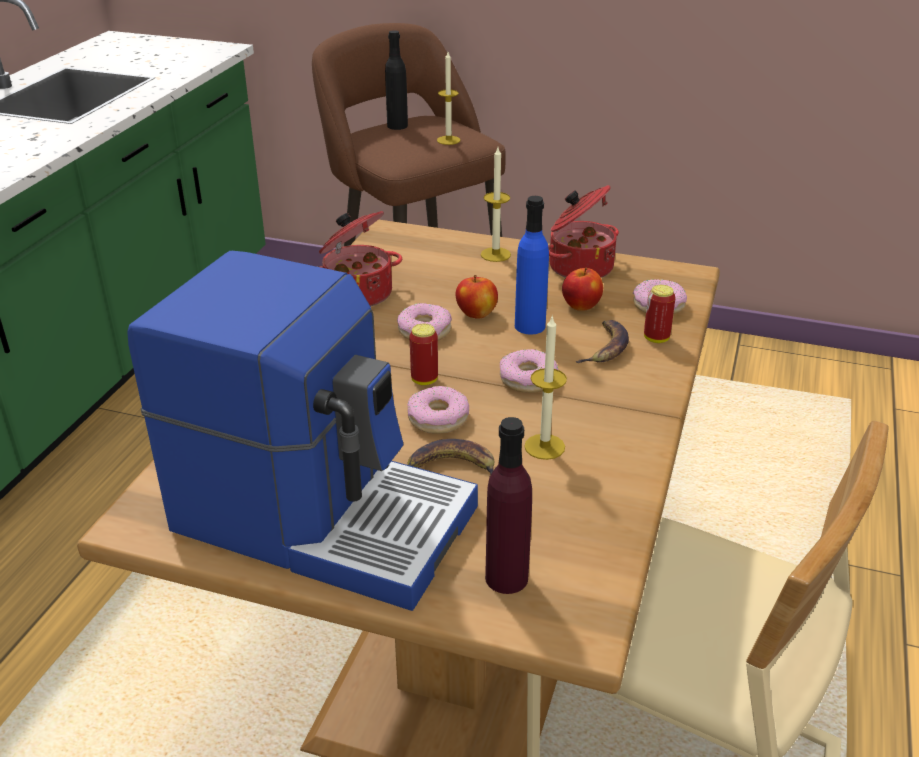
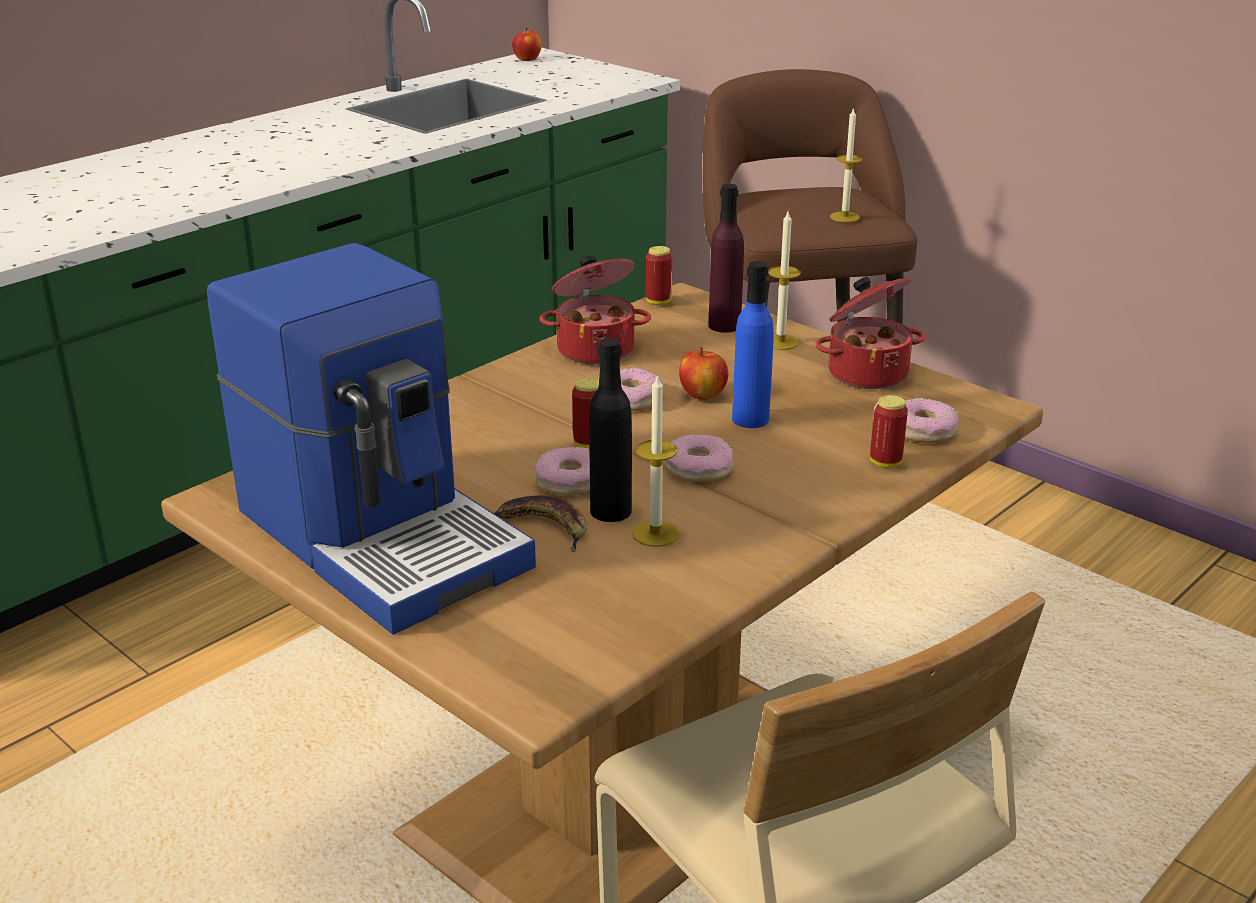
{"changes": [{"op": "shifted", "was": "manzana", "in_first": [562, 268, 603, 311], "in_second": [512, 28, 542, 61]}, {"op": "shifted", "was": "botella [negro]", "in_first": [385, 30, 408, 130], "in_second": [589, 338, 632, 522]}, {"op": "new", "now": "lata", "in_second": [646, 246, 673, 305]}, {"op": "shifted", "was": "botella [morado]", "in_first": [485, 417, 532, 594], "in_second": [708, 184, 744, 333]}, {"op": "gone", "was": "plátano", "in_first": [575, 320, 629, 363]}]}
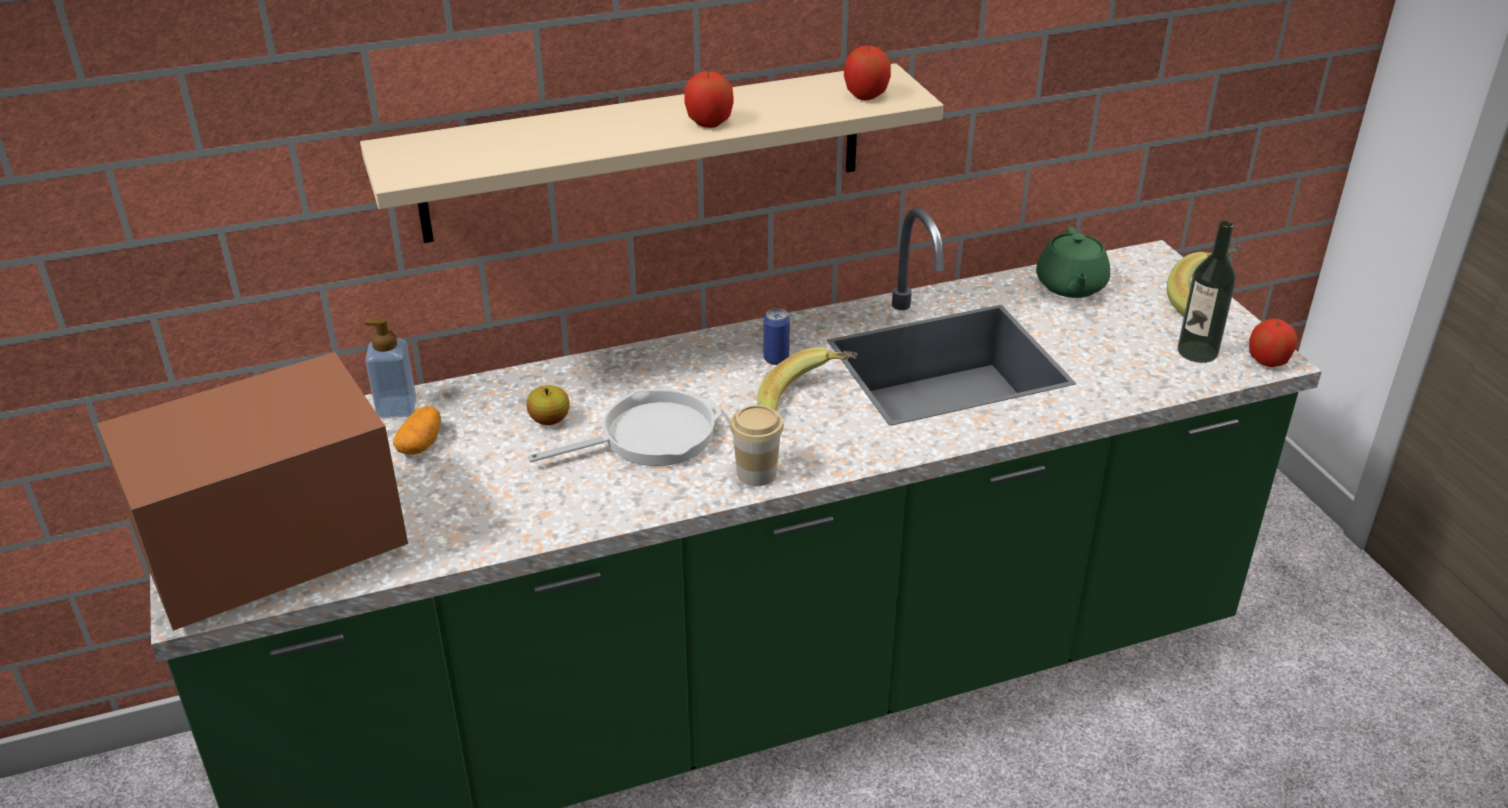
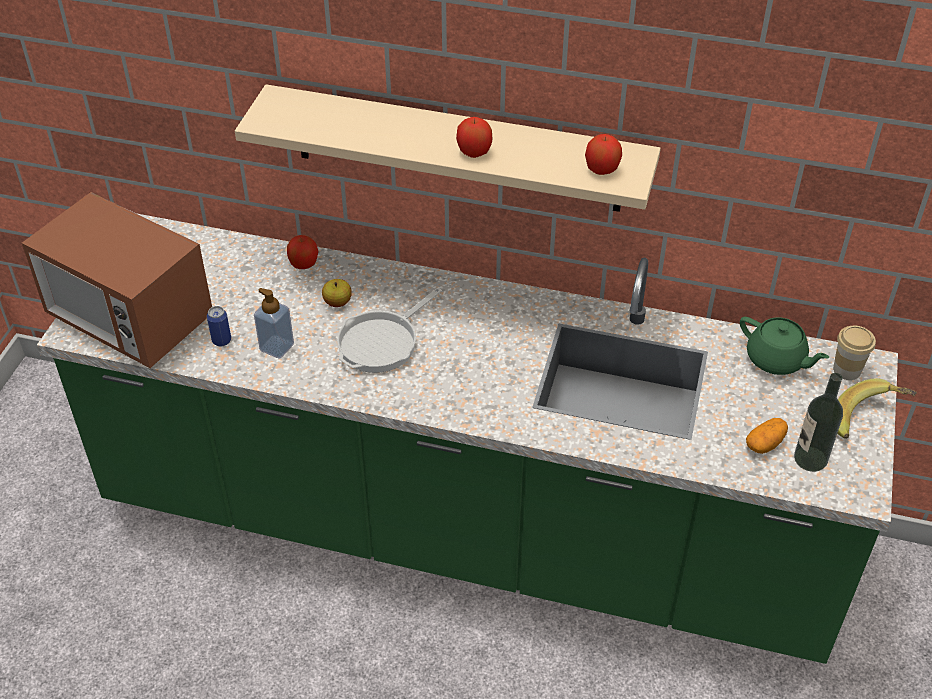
{"changes": [{"op": "rotated", "was": "microondas", "in_first": [97, 352, 408, 631], "in_second": [22, 192, 212, 368], "clockwise": -150}, {"op": "shifted", "was": "lata", "in_first": [763, 308, 790, 365], "in_second": [207, 306, 231, 346]}, {"op": "shifted", "was": "dispensador de jabón", "in_first": [365, 317, 416, 418], "in_second": [254, 288, 294, 358]}, {"op": "shifted", "was": "manzana", "in_first": [1249, 319, 1297, 367], "in_second": [287, 235, 319, 269]}, {"op": "rotated", "was": "sartén", "in_first": [528, 388, 722, 466], "in_second": [337, 288, 442, 373], "clockwise": 120}, {"op": "rotated", "was": "tetera [verde]", "in_first": [1036, 227, 1110, 298], "in_second": [740, 317, 829, 375], "clockwise": -90}, {"op": "shifted", "was": "patata", "in_first": [393, 406, 441, 455], "in_second": [746, 418, 788, 454]}, {"op": "shifted", "was": "taza", "in_first": [730, 405, 784, 486], "in_second": [833, 326, 876, 380]}, {"op": "gone", "was": "plátano", "in_first": [757, 347, 858, 411]}]}
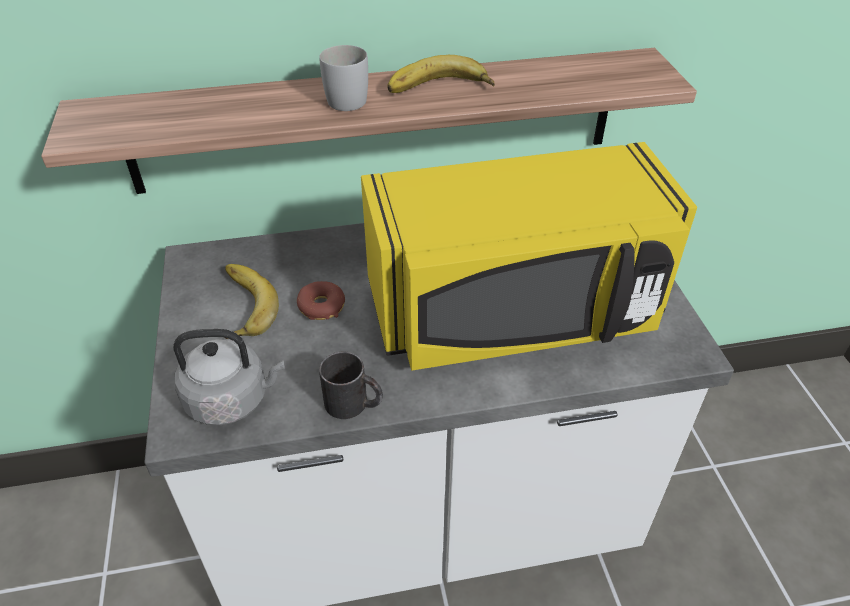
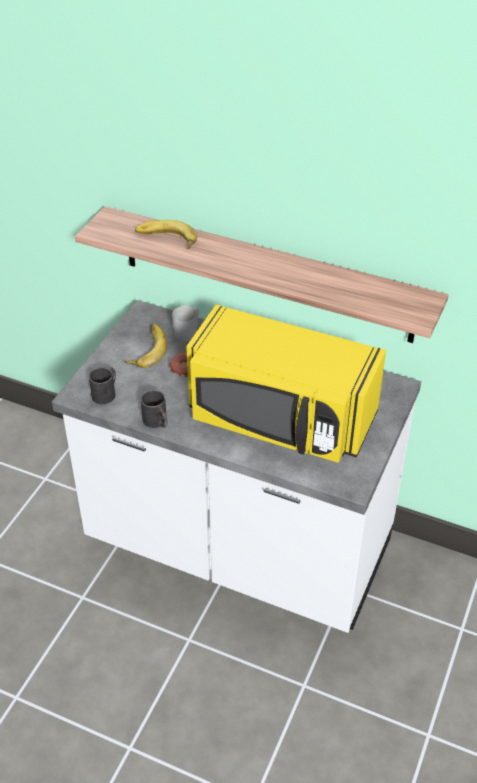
{"changes": [{"op": "swapped", "was": "hervidor [gris]", "now": "taza grande [negro]", "in_first": [173, 329, 285, 425], "in_second": [89, 367, 116, 404]}, {"op": "shifted", "was": "plátano", "in_first": [387, 55, 495, 93], "in_second": [135, 220, 197, 249]}, {"op": "shifted", "was": "taza grande [blanco]", "in_first": [319, 45, 368, 111], "in_second": [172, 306, 199, 341]}]}
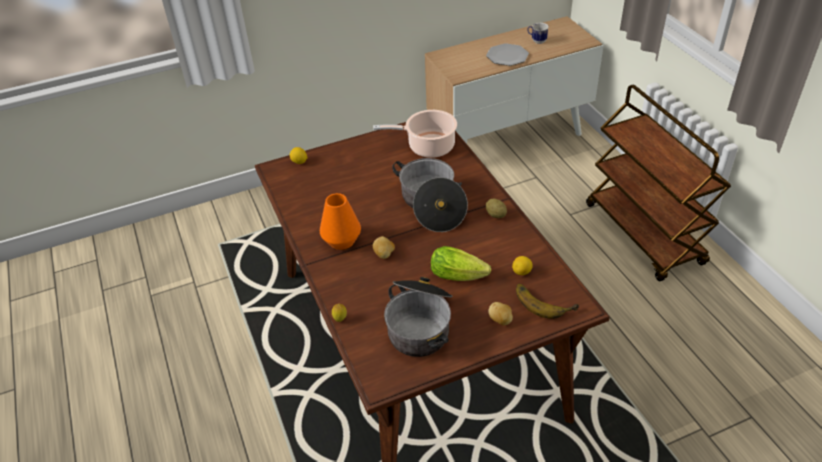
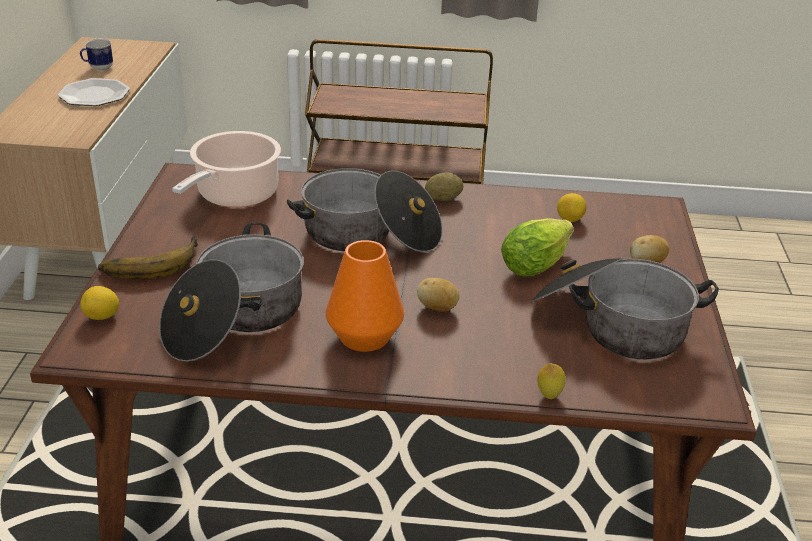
{"changes": [{"op": "shifted", "was": "plátano", "in_first": [516, 284, 579, 319], "in_second": [98, 236, 198, 279]}, {"op": "new", "now": "olla", "in_second": [159, 223, 304, 362]}]}
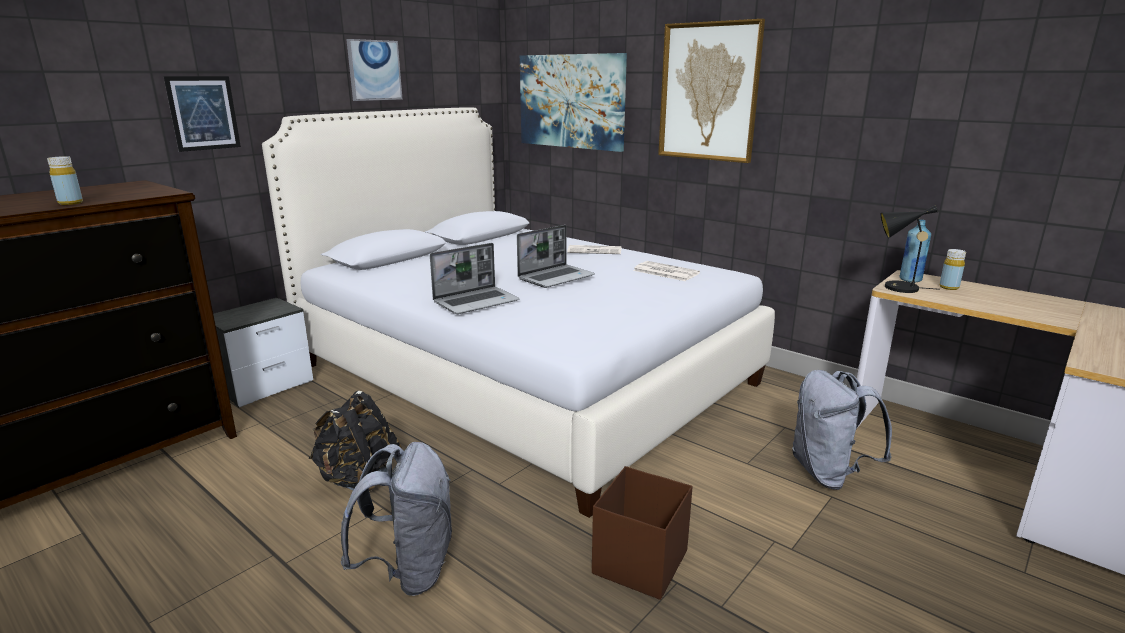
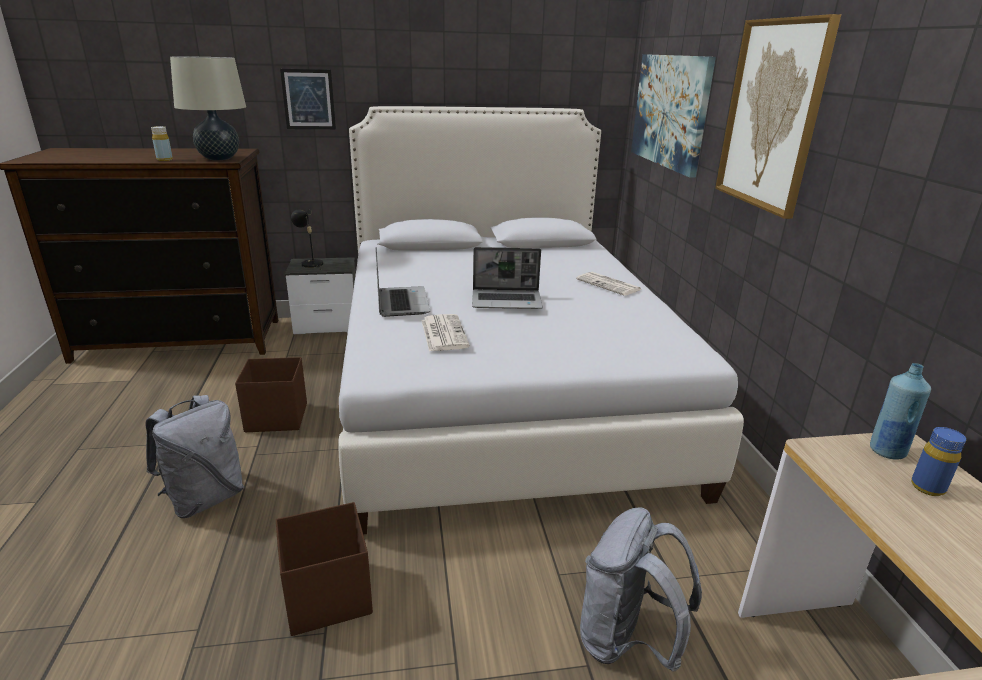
{"changes": [{"op": "new", "now": "lámpara de mesa [beis]", "in_second": [170, 56, 246, 160]}, {"op": "swapped", "was": "mochila [negro]", "now": "caja de almacenaje [marrón]", "in_first": [309, 390, 402, 491], "in_second": [235, 357, 307, 432]}, {"op": "shifted", "was": "lámpara de mesa [negro]", "in_first": [881, 205, 940, 293], "in_second": [291, 210, 323, 269]}, {"op": "rotated", "was": "portátil", "in_first": [430, 243, 520, 314], "in_second": [375, 247, 430, 317], "clockwise": -105}, {"op": "shifted", "was": "periódico", "in_first": [633, 261, 700, 281], "in_second": [421, 314, 470, 351]}, {"op": "repainted", "was": "botella [amarillo]", "now": "botella [azul]", "in_first": [939, 249, 966, 290], "in_second": [911, 427, 966, 496]}, {"op": "gone", "was": "cuadro", "in_first": [346, 39, 402, 101]}]}
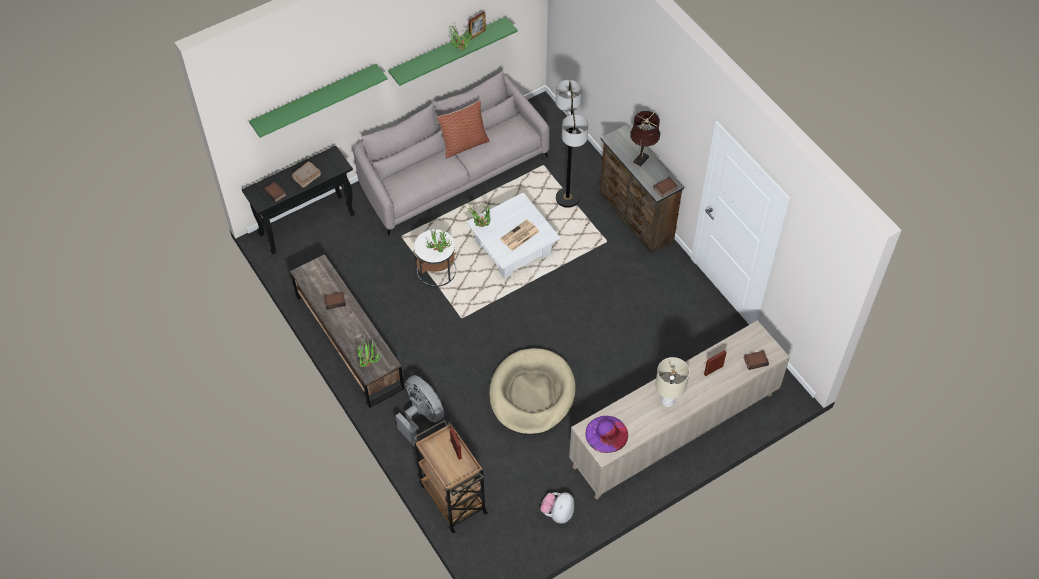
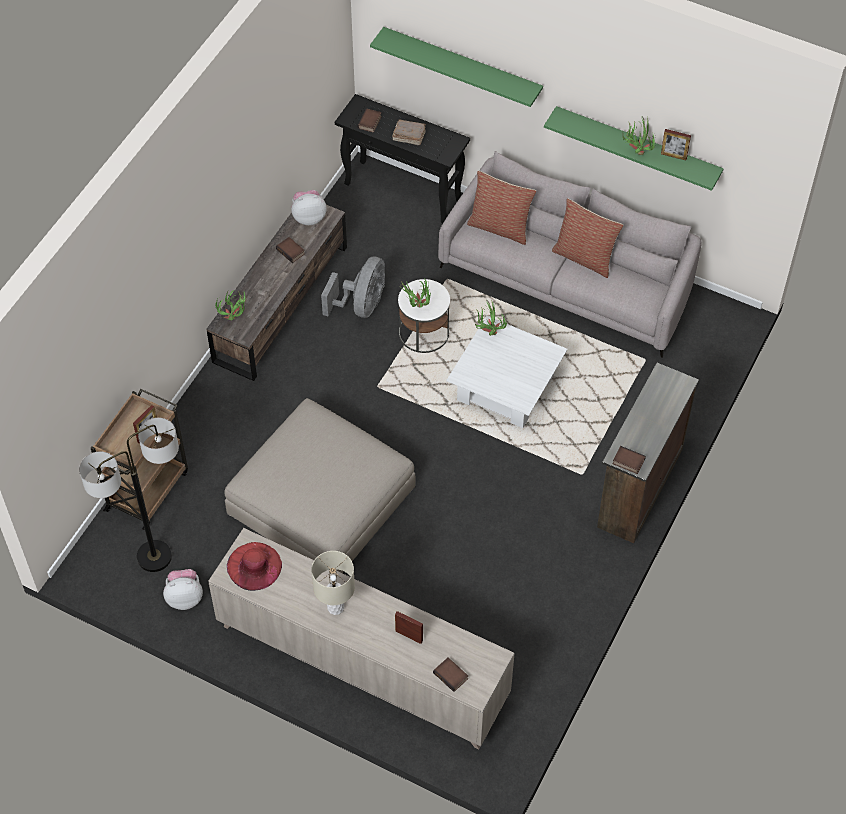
{"changes": [{"op": "shifted", "was": "lámpara de pie", "in_first": [556, 80, 588, 208], "in_second": [79, 418, 179, 572]}, {"op": "swapped", "was": "cama para perro [beis]", "now": "puf [beis]", "in_first": [489, 348, 576, 435], "in_second": [224, 398, 415, 573]}, {"op": "repainted", "was": "sombrero [morado]", "now": "sombrero [rojo]", "in_first": [586, 416, 628, 453], "in_second": [227, 542, 282, 591]}, {"op": "new", "now": "peluche", "in_second": [291, 190, 327, 225]}, {"op": "shifted", "was": "ventilador [gris]", "in_first": [396, 375, 444, 446], "in_second": [321, 256, 385, 318]}, {"op": "new", "now": "cojín", "in_second": [467, 171, 536, 245]}, {"op": "gone", "was": "periódico", "in_first": [500, 220, 539, 251]}, {"op": "gone", "was": "lámpara de mesa [marrón]", "in_first": [630, 111, 660, 166]}]}
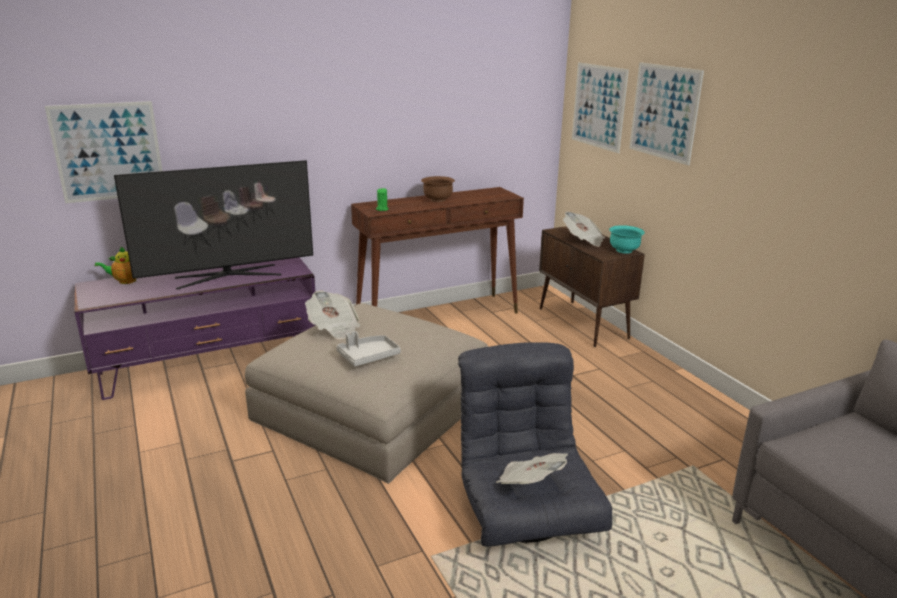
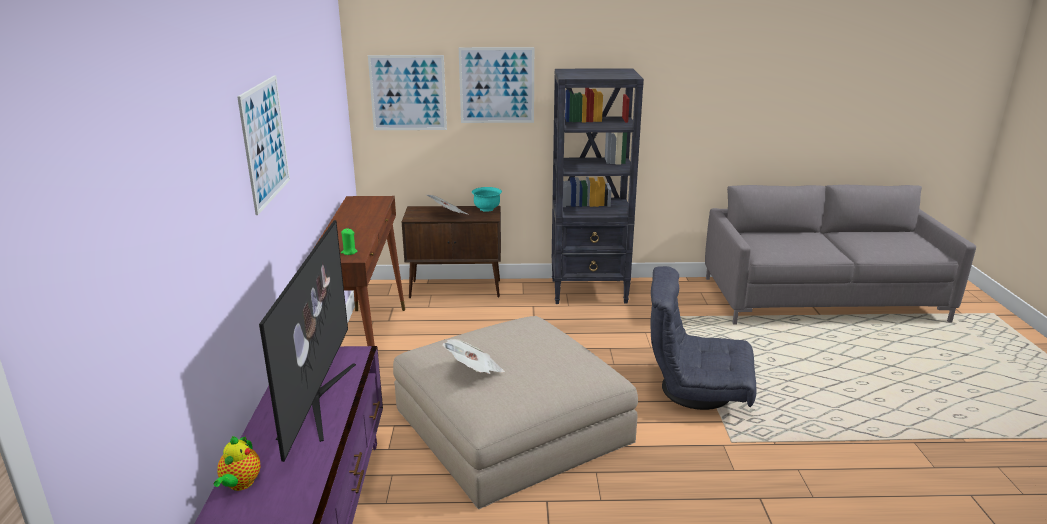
{"changes": [{"op": "shifted", "was": "cuadro", "in_first": [45, 101, 162, 203], "in_second": [237, 75, 290, 215]}, {"op": "new", "now": "estantería [negro]", "in_second": [552, 68, 644, 304]}, {"op": "gone", "was": "bandeja [gris]", "in_first": [336, 331, 401, 367]}, {"op": "gone", "was": "cuenco [marrón]", "in_first": [421, 176, 455, 202]}, {"op": "gone", "was": "periódico", "in_first": [496, 453, 568, 484]}]}
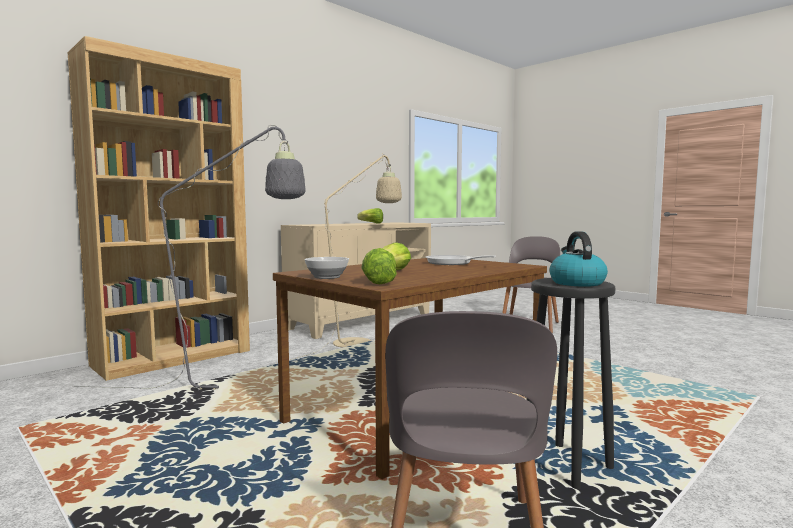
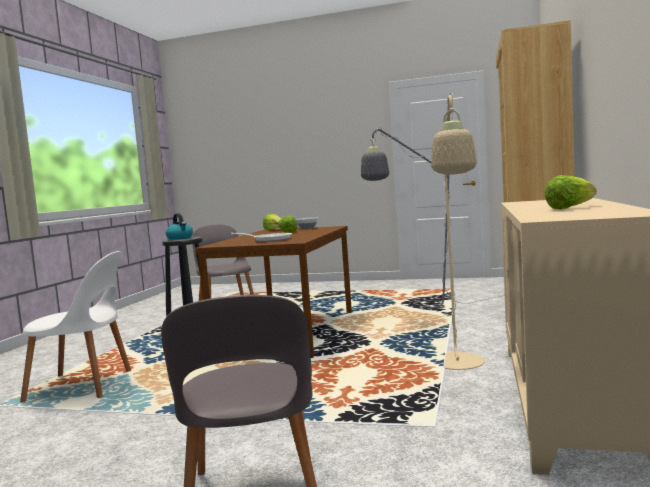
{"changes": [{"op": "new", "now": "silla [blanco]", "in_second": [20, 251, 131, 403]}]}
